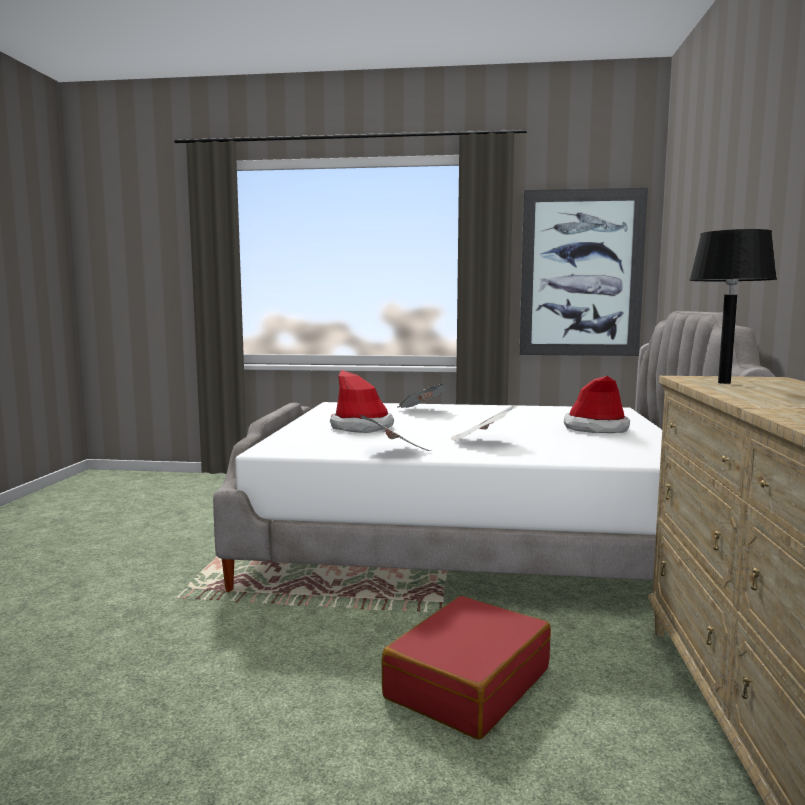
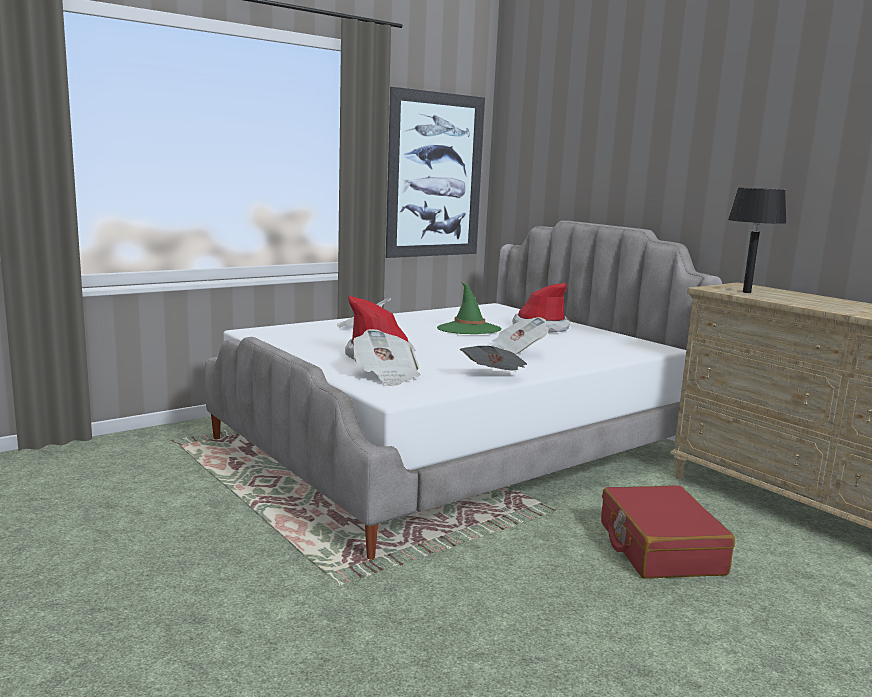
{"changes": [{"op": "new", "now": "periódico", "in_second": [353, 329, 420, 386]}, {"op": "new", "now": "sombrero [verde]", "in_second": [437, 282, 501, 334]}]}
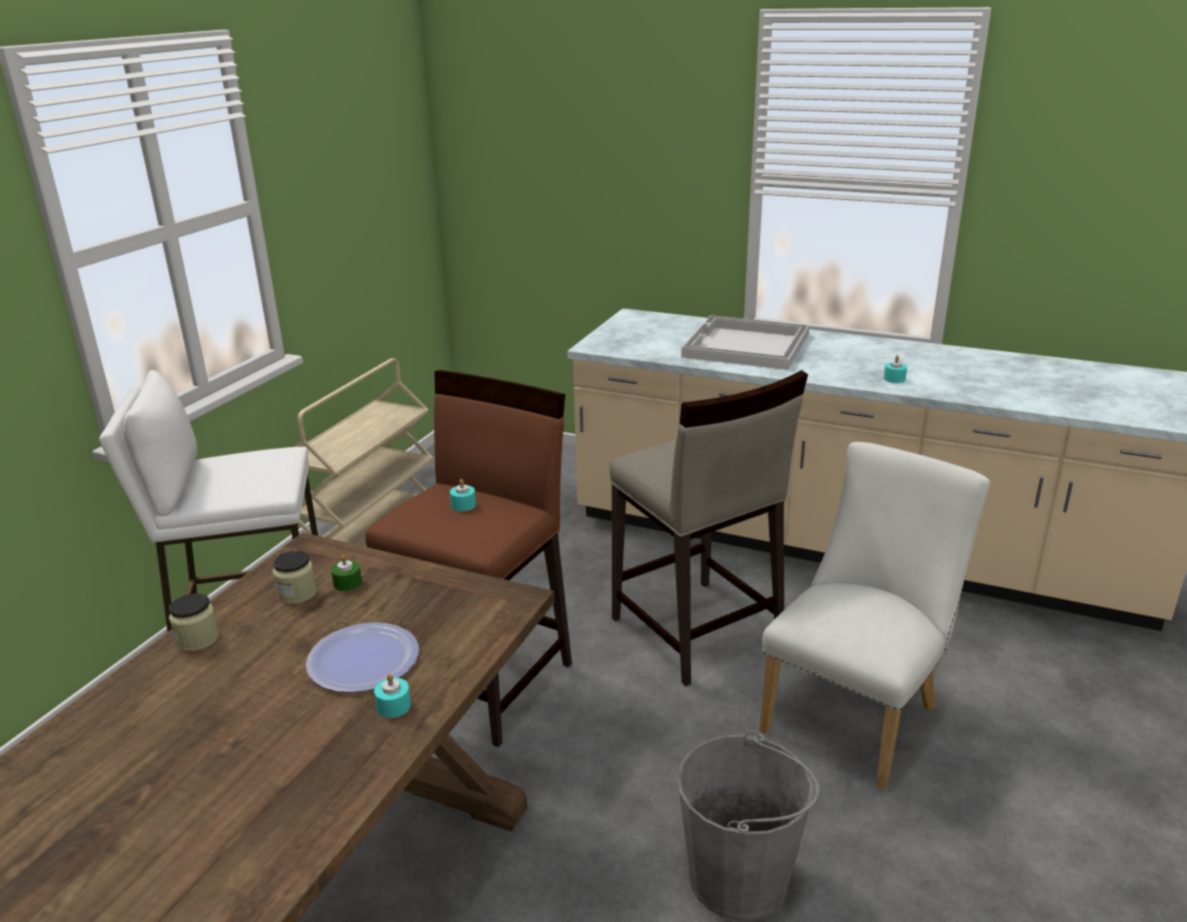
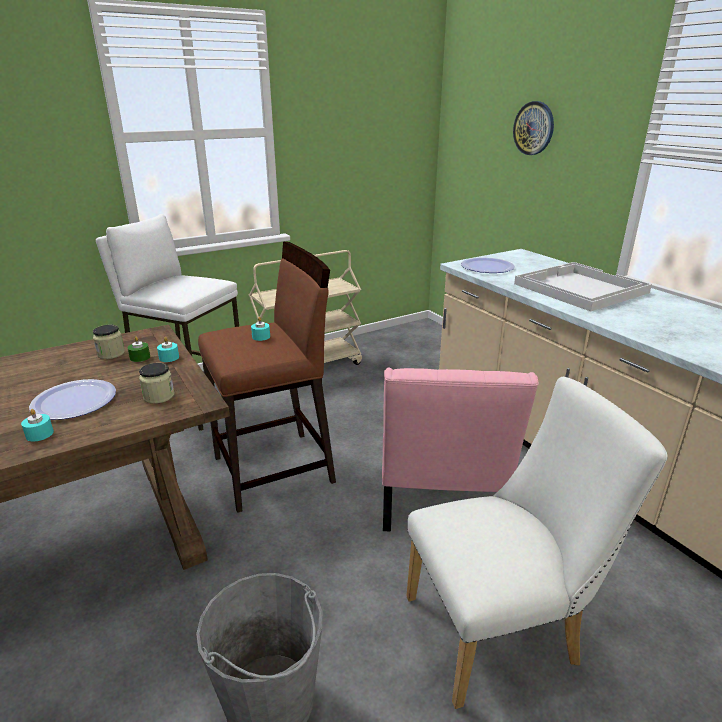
{"changes": [{"op": "shifted", "was": "tarro", "in_first": [169, 593, 219, 652], "in_second": [139, 363, 175, 404]}, {"op": "shifted", "was": "vela [turquesa]", "in_first": [884, 355, 907, 383], "in_second": [157, 337, 179, 362]}, {"op": "swapped", "was": "taburete [beis]", "now": "silla [rosa]", "in_first": [610, 370, 808, 686], "in_second": [382, 368, 539, 532]}, {"op": "new", "now": "plato", "in_second": [461, 257, 515, 273]}, {"op": "new", "now": "reloj de pared", "in_second": [513, 101, 554, 155]}]}
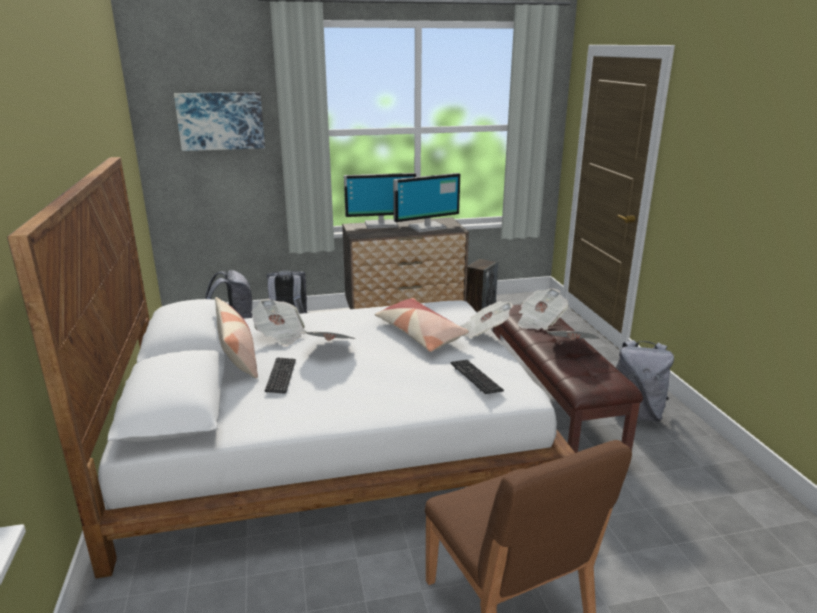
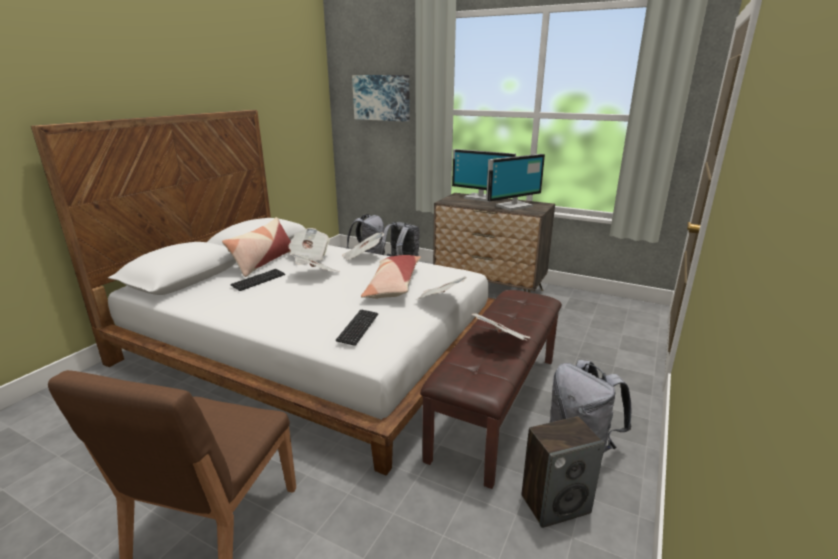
{"changes": [{"op": "shifted", "was": "periódico", "in_first": [517, 288, 568, 330], "in_second": [342, 232, 384, 261]}, {"op": "rotated", "was": "monitor", "in_first": [393, 173, 460, 232], "in_second": [486, 154, 545, 211], "clockwise": -45}, {"op": "shifted", "was": "altavoz", "in_first": [466, 259, 498, 312], "in_second": [521, 416, 605, 528]}]}
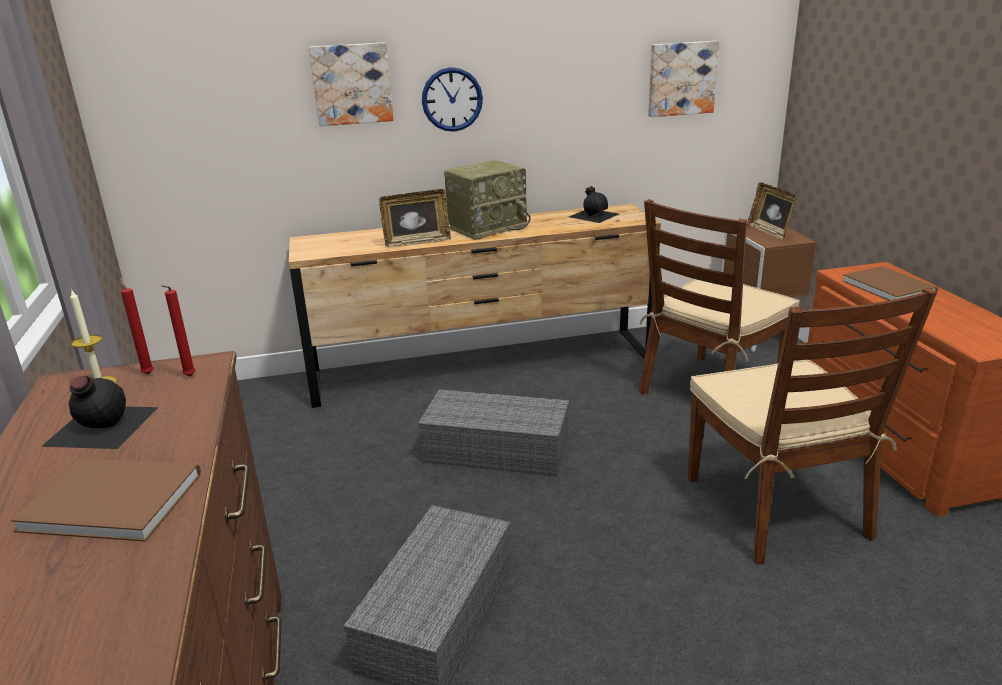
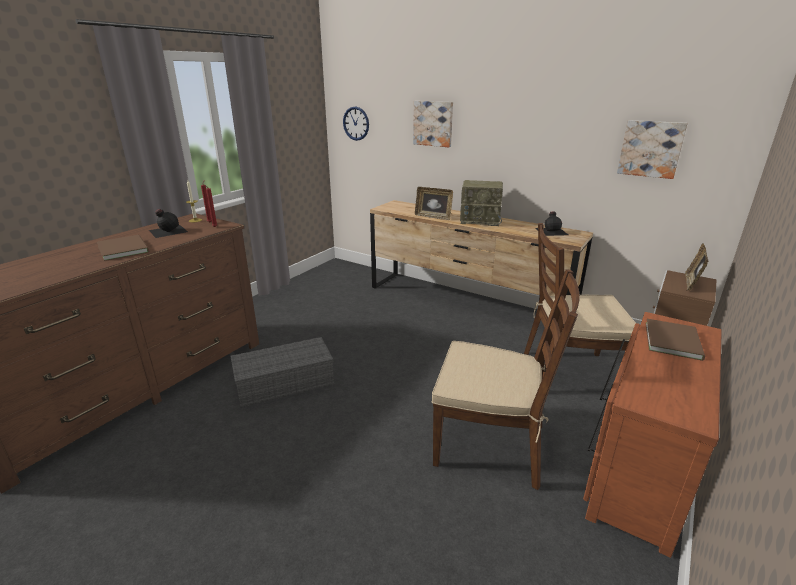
{"changes": [{"op": "shifted", "was": "reloj de pared", "in_first": [422, 67, 483, 132], "in_second": [343, 106, 369, 141]}, {"op": "rotated", "was": "silla [marrón]", "in_first": [688, 288, 937, 564], "in_second": [432, 269, 580, 490], "clockwise": -105}, {"op": "gone", "was": "caja de almacenaje [gris]", "in_first": [418, 389, 569, 477]}]}
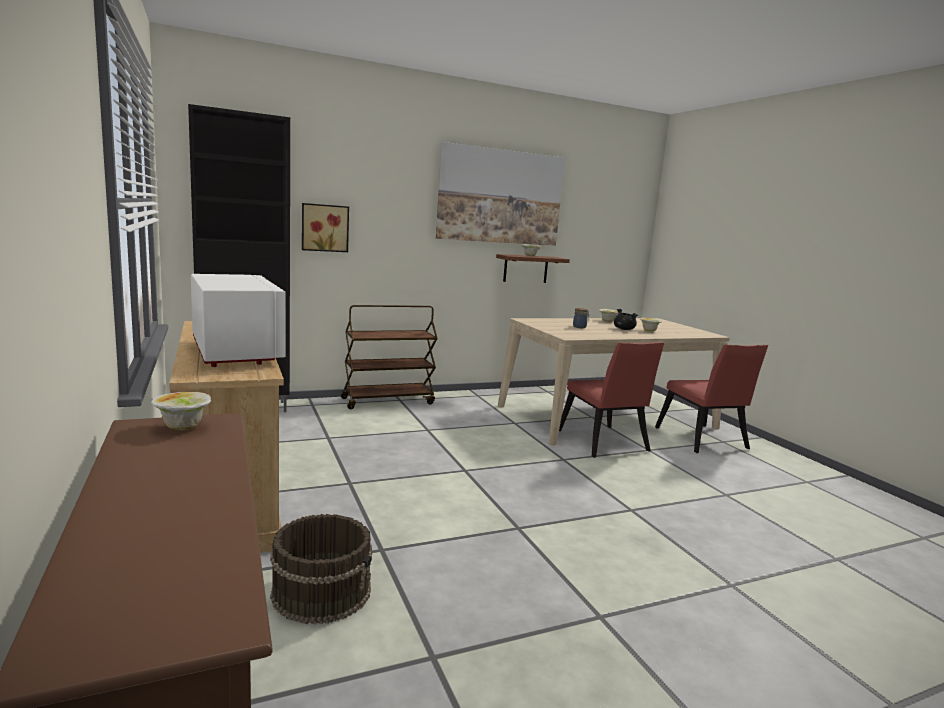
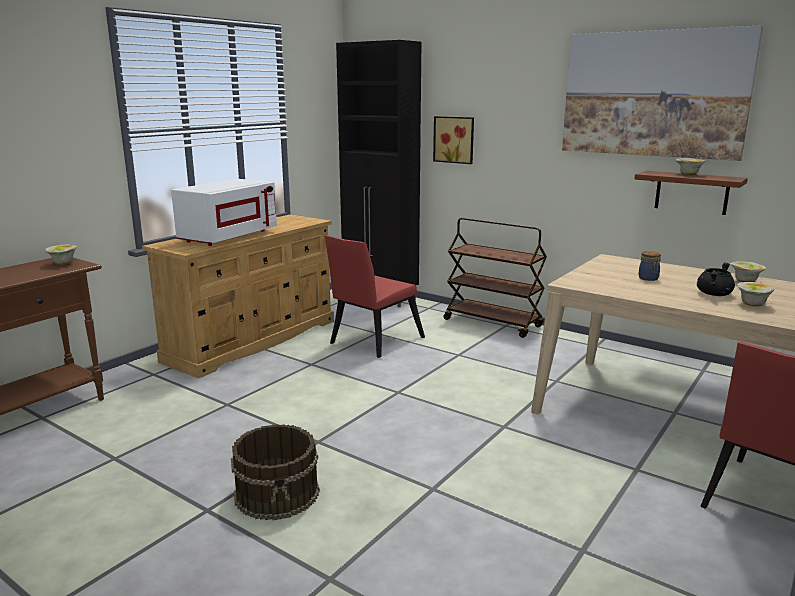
{"changes": [{"op": "shifted", "was": "cubo [marrón]", "in_first": [270, 514, 372, 624], "in_second": [231, 424, 320, 521]}, {"op": "shifted", "was": "silla [rojo]", "in_first": [559, 342, 664, 458], "in_second": [325, 235, 425, 358]}]}
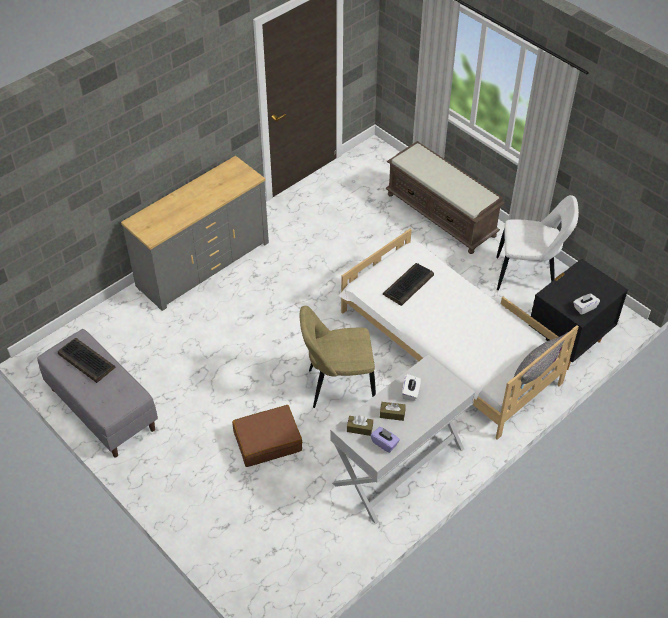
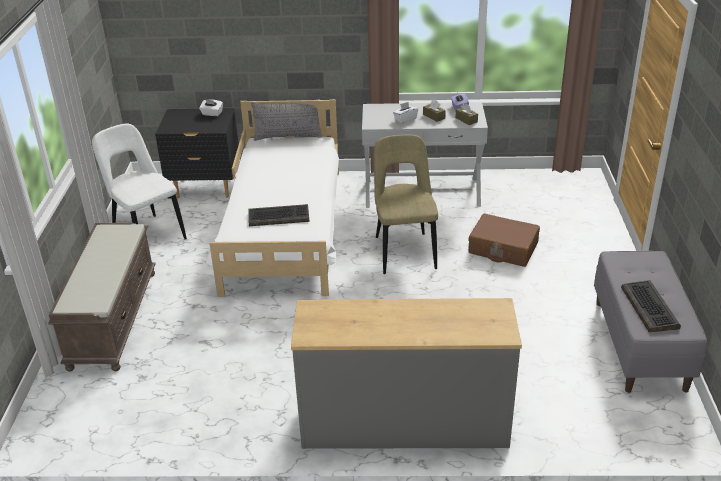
{"changes": [{"op": "rotated", "was": "silla [beis]", "in_first": [300, 306, 376, 408], "in_second": [374, 134, 438, 274], "clockwise": -135}]}
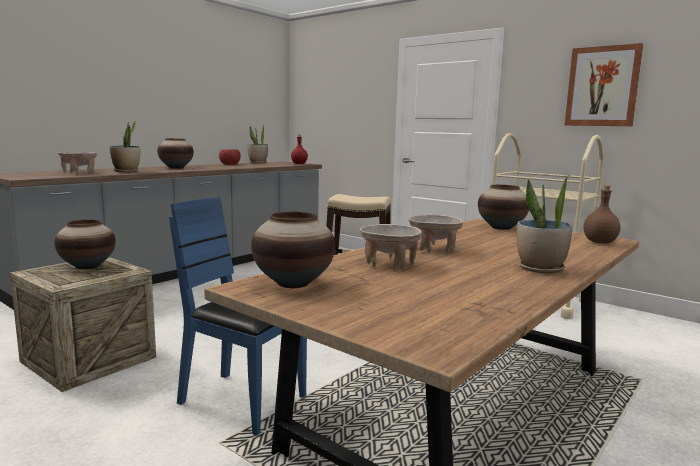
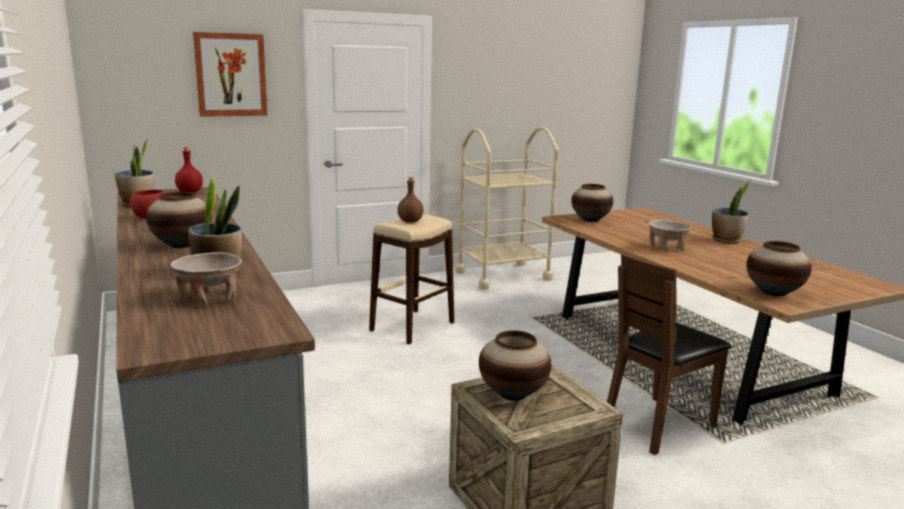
{"changes": [{"op": "shifted", "was": "cuadro", "in_first": [565, 43, 643, 126], "in_second": [193, 32, 267, 117]}, {"op": "shifted", "was": "botella [marrón]", "in_first": [584, 185, 620, 243], "in_second": [397, 177, 424, 223]}, {"op": "repainted", "was": "silla [azul]", "now": "silla [marrón]", "in_first": [169, 197, 307, 436], "in_second": [607, 253, 732, 455]}, {"op": "gone", "was": "cuenco [beis]", "in_first": [360, 224, 422, 270]}]}
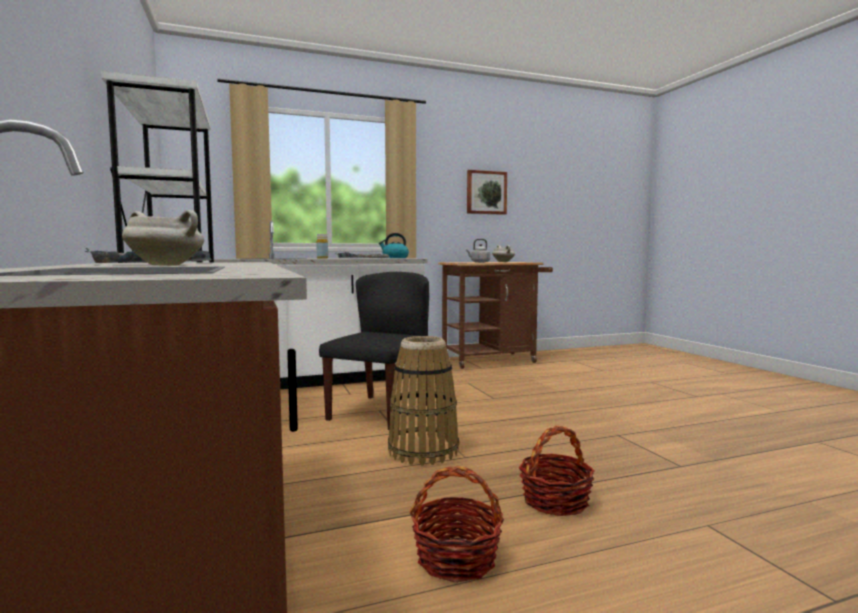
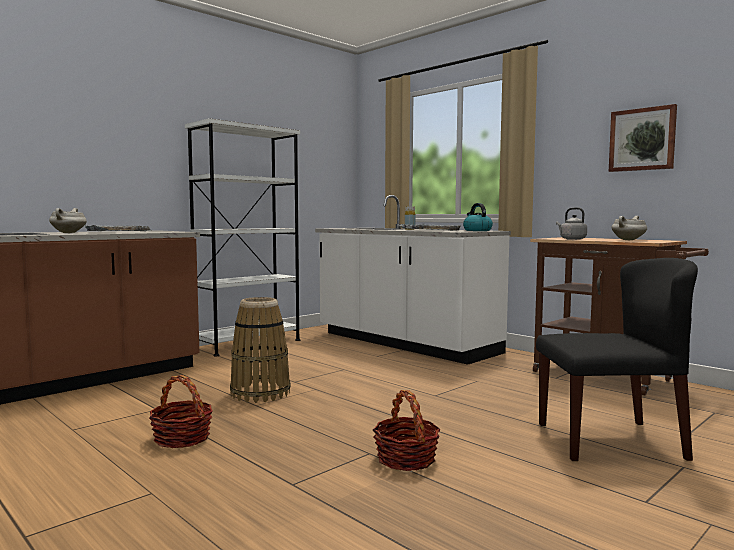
{"changes": [{"op": "shifted", "was": "cesta", "in_first": [409, 466, 504, 583], "in_second": [373, 390, 440, 471]}, {"op": "shifted", "was": "silla [negro]", "in_first": [319, 272, 429, 430], "in_second": [536, 258, 698, 461]}]}
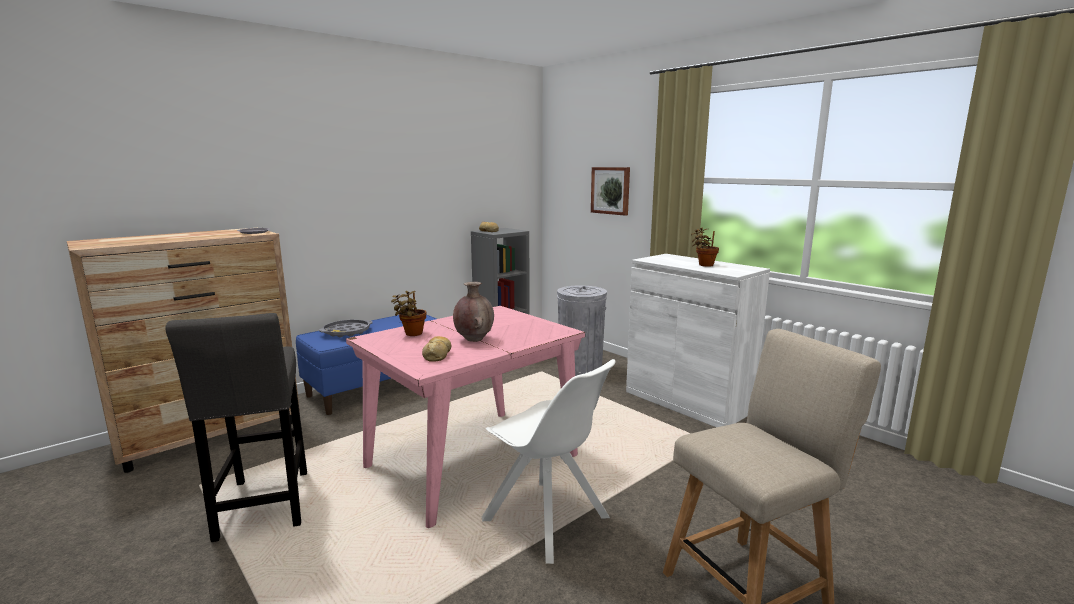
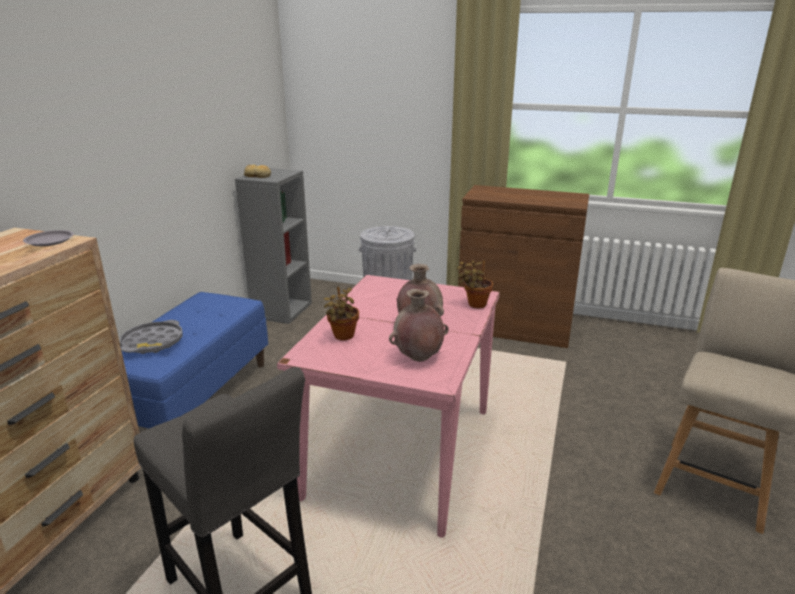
{"changes": [{"op": "swapped", "was": "pan", "now": "florero [marrón]", "in_first": [422, 336, 451, 362], "in_second": [389, 289, 449, 362]}, {"op": "shifted", "was": "planta en maceta", "in_first": [691, 228, 719, 267], "in_second": [457, 260, 493, 308]}, {"op": "repainted", "was": "armario [blanco]", "now": "armario [marrón]", "in_first": [626, 254, 770, 427], "in_second": [458, 185, 589, 348]}, {"op": "gone", "was": "silla [blanco]", "in_first": [482, 359, 615, 564]}, {"op": "gone", "was": "cuadro", "in_first": [591, 167, 630, 216]}]}
